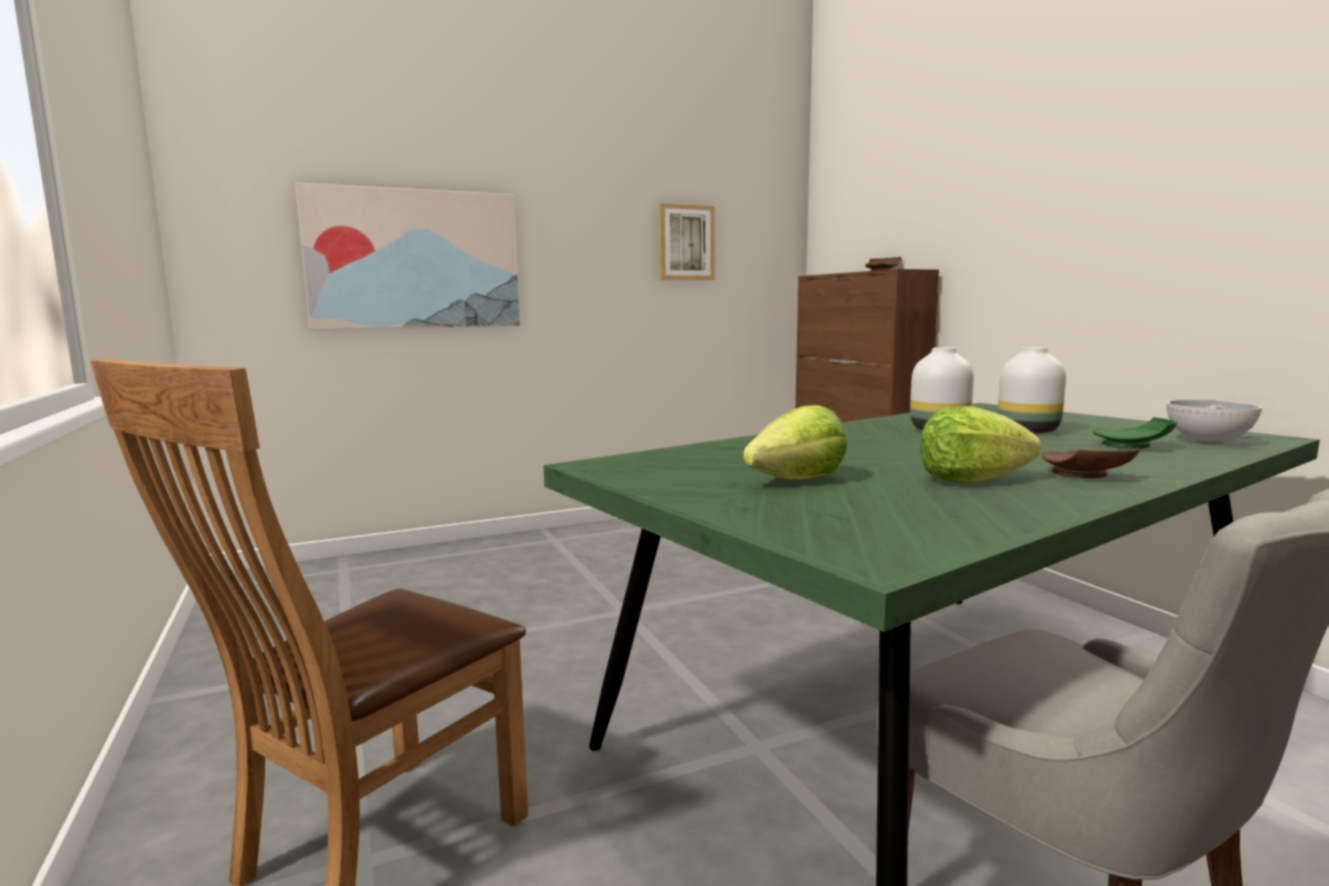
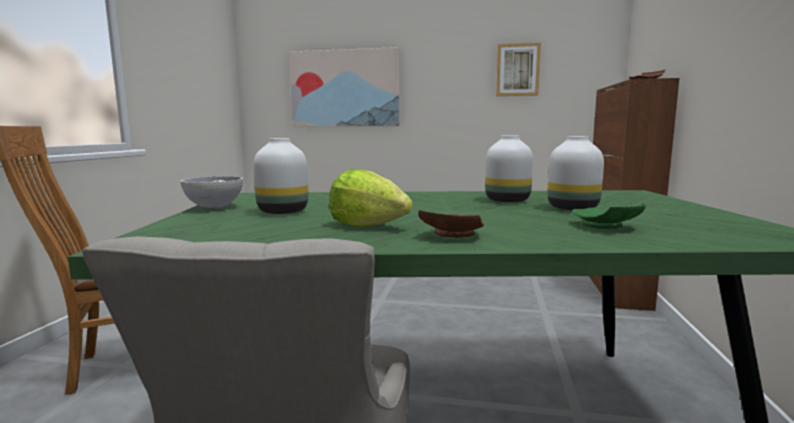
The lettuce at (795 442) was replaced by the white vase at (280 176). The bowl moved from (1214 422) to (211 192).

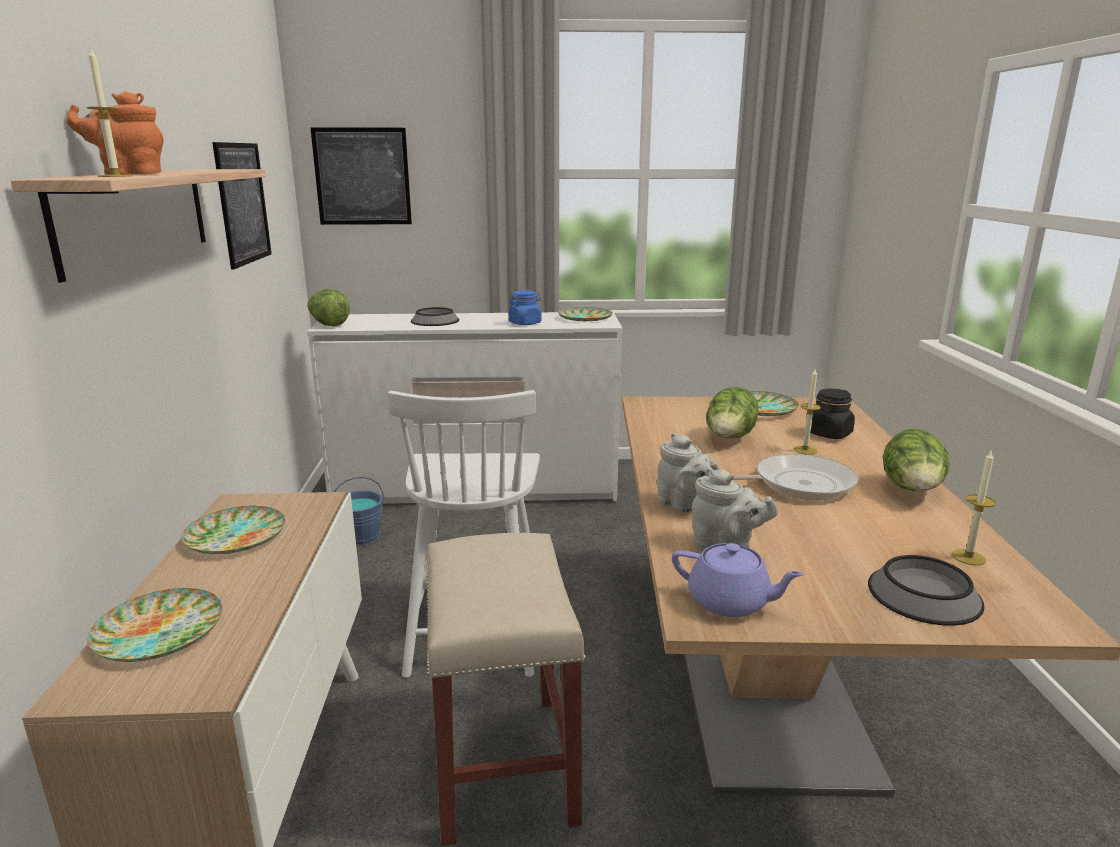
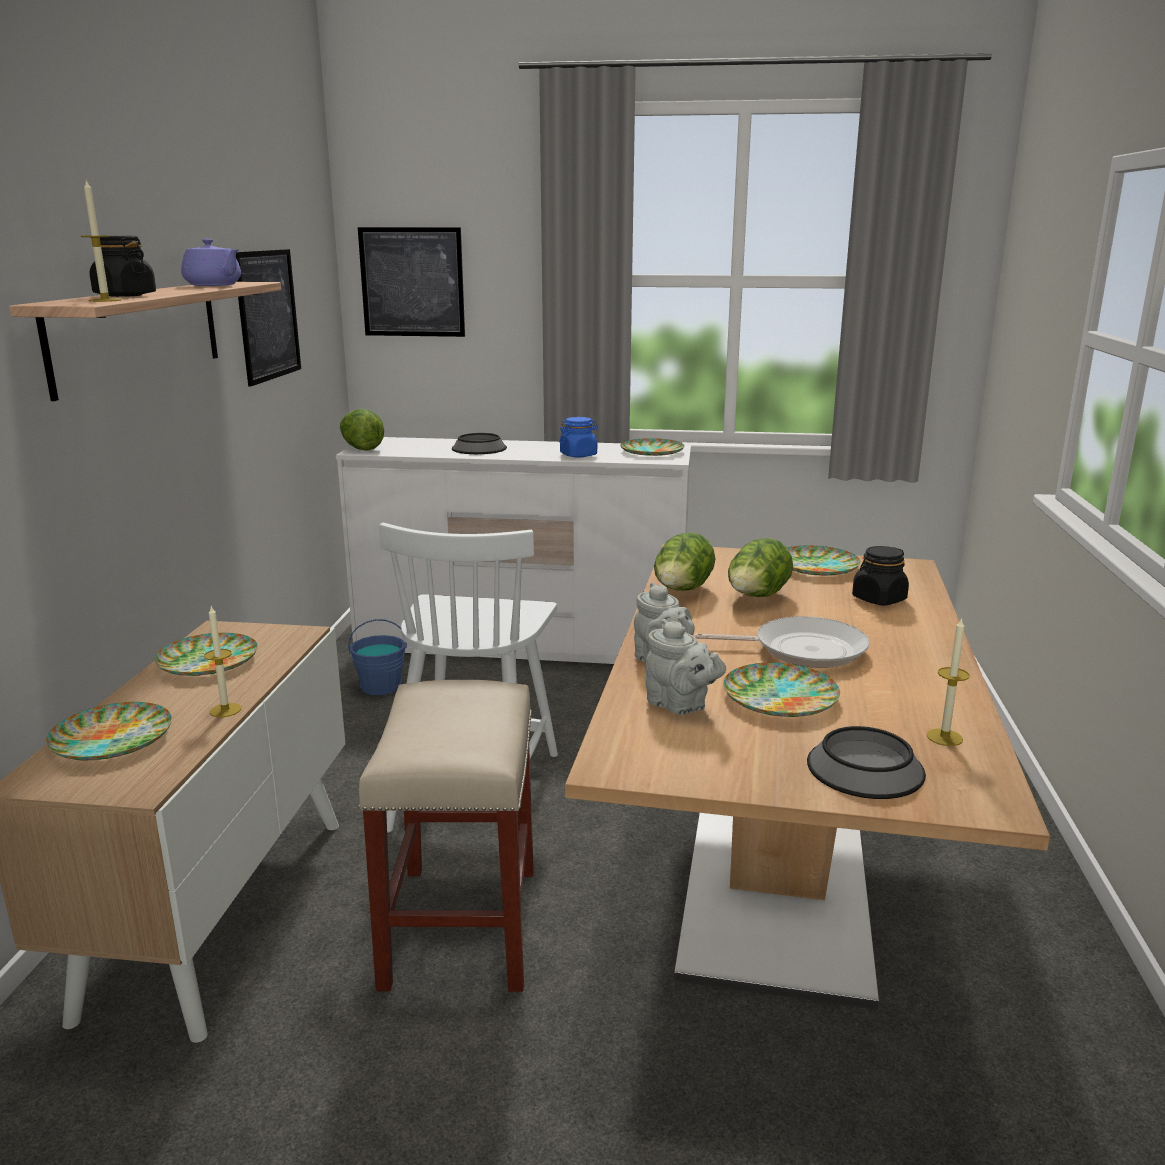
The orange teapot at (115 133) was replaced by the black jar at (123 266). The purple teapot moved from (738 580) to (211 262). The candle moved from (807 412) to (222 661). The lettuce moved from (916 459) to (684 561). The plate at (781 689) appeared.

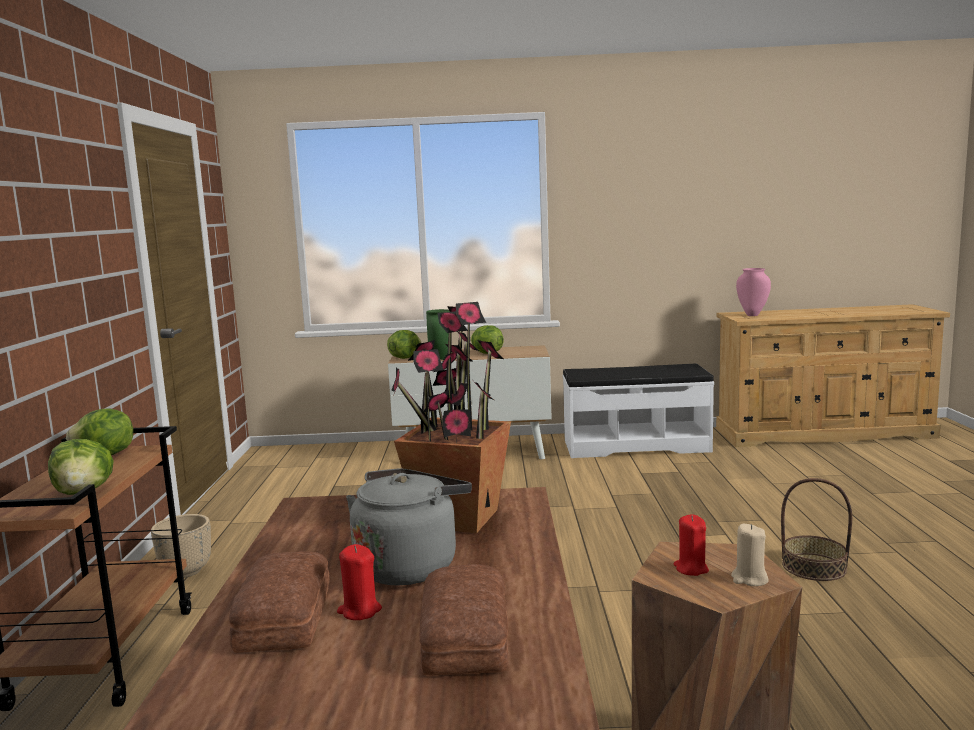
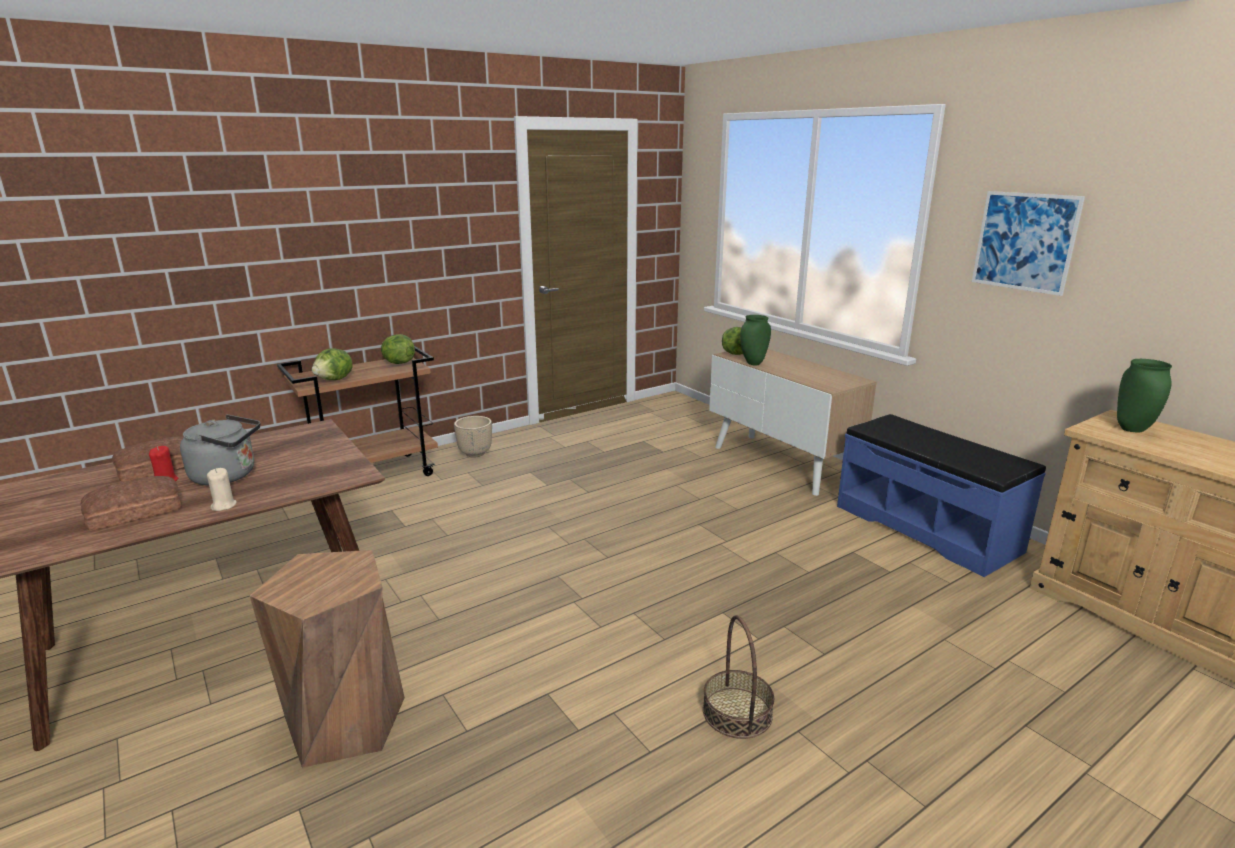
The potted plant at (451 417) disappeared. The lettuce at (487 339) disappeared. The white bench at (638 411) became the blue bench at (941 495). The red candle at (691 545) disappeared. The beige candle moved from (750 555) to (222 489). The pink vase at (753 292) became the green vase at (1144 396). The picture at (1028 243) appeared.

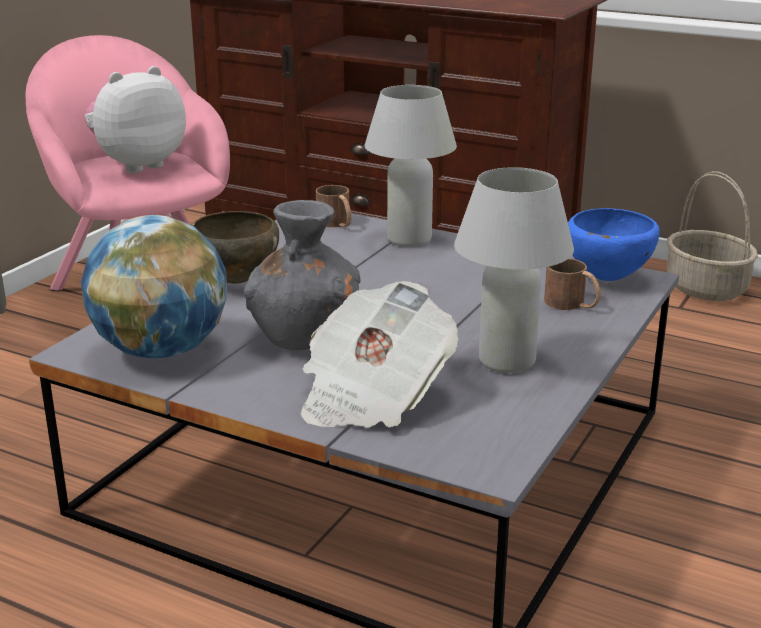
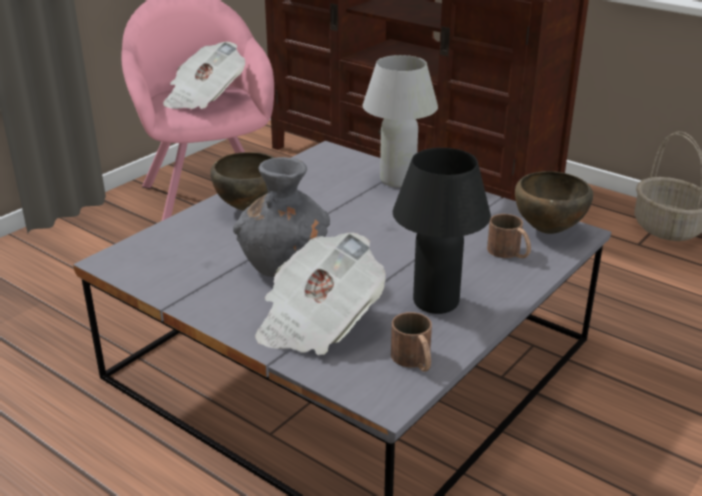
The globe at (154 287) disappeared. The plush toy at (135 119) was replaced by the newspaper at (204 75). The brown mug moved from (334 206) to (411 341). The white table lamp at (514 270) became the black table lamp at (442 231). The blue bowl at (614 244) became the brown bowl at (554 202).

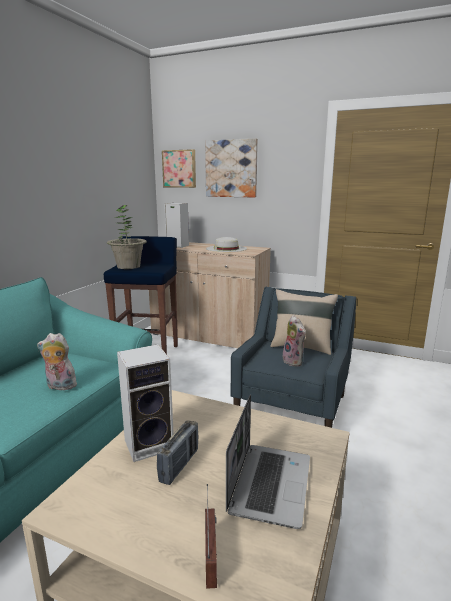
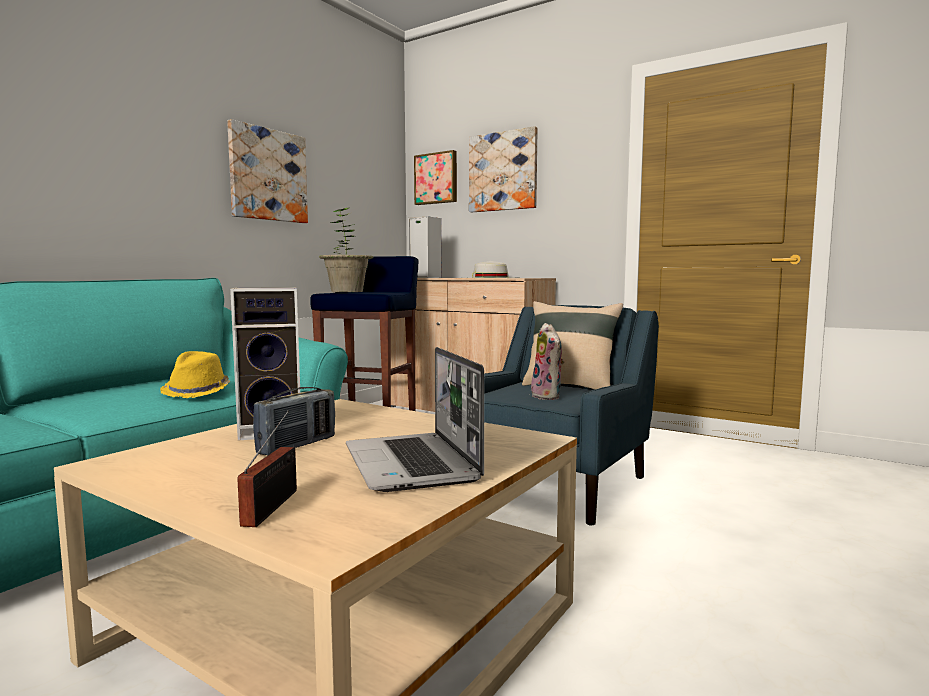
The plush toy at (57 361) was replaced by the yellow hat at (195 374). The laptop at (268 462) turned 135 degrees clockwise. The picture at (267 171) appeared.

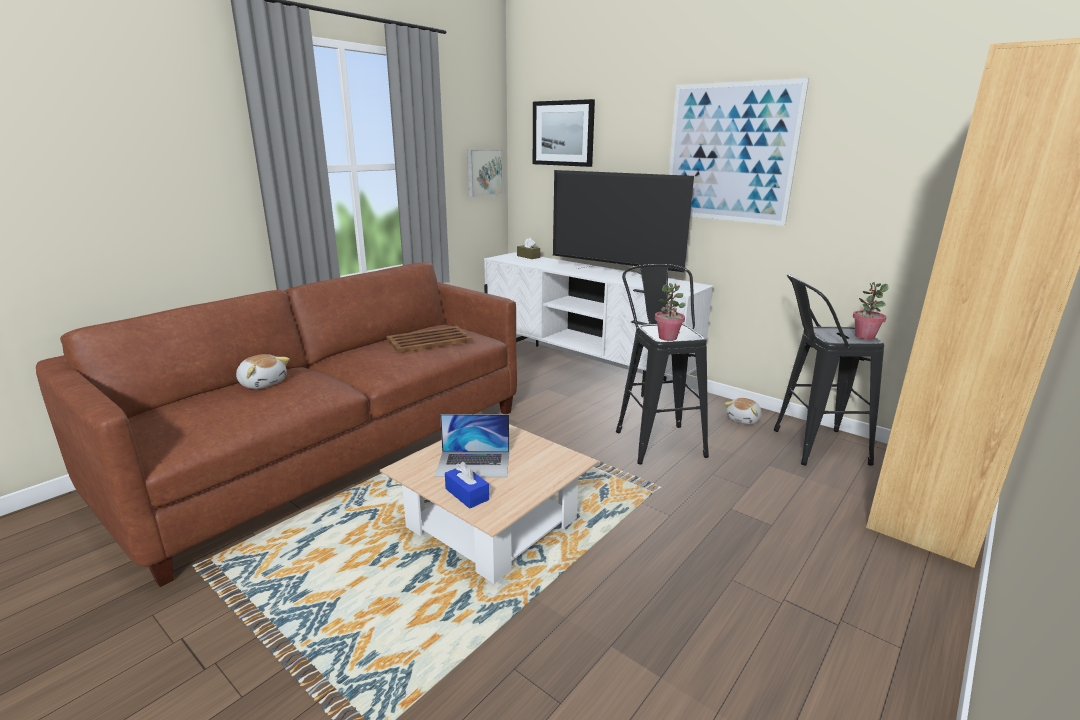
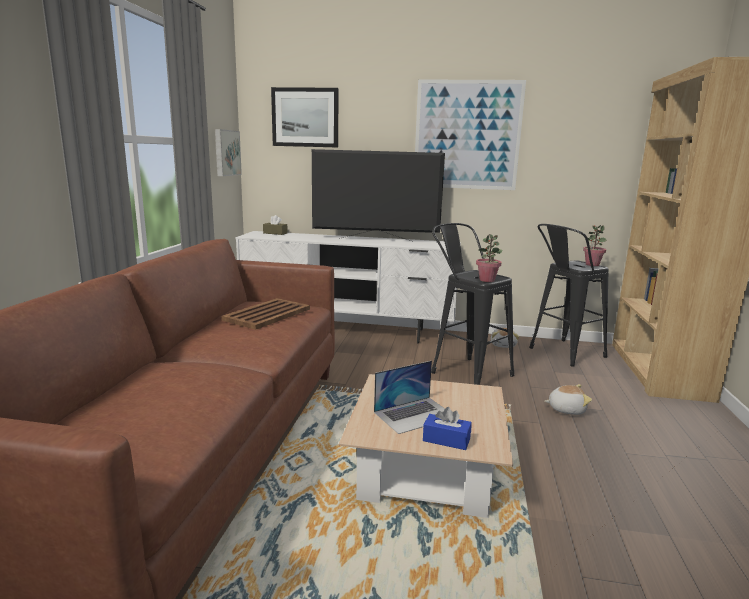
The plush toy moved from (263 371) to (568 399).

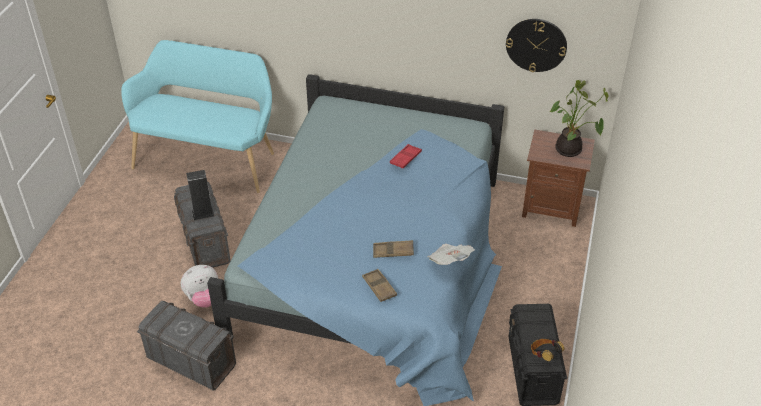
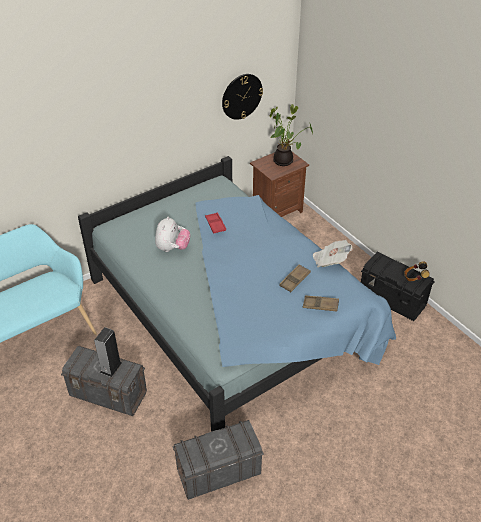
The plush toy moved from (199 286) to (172 234).

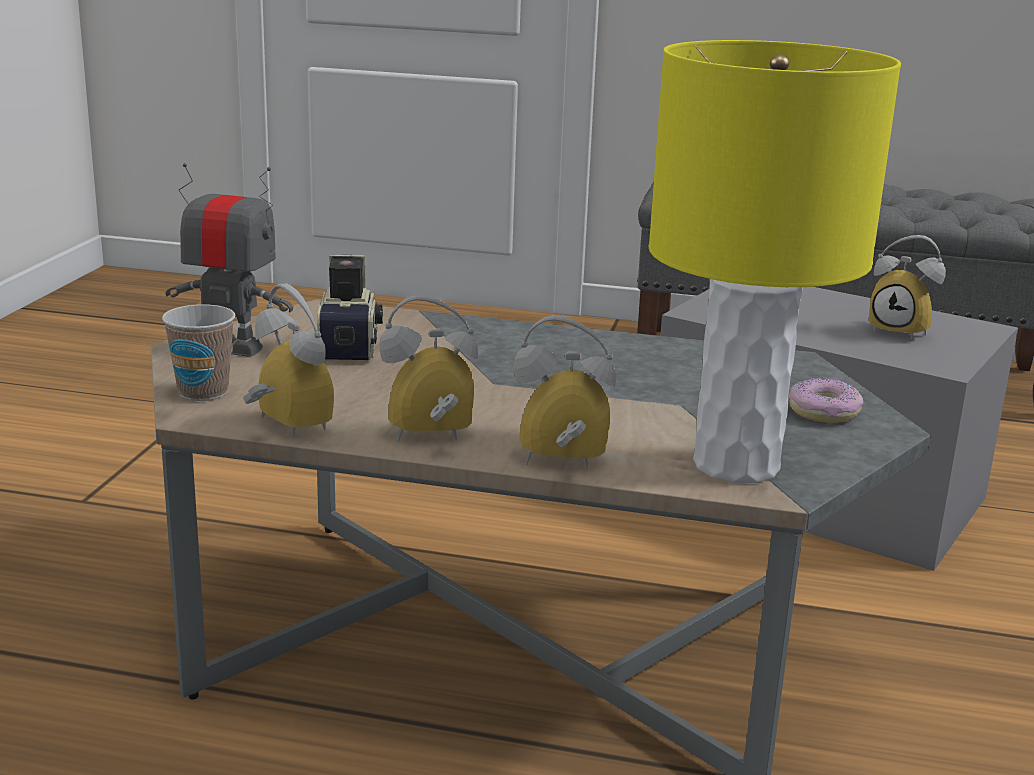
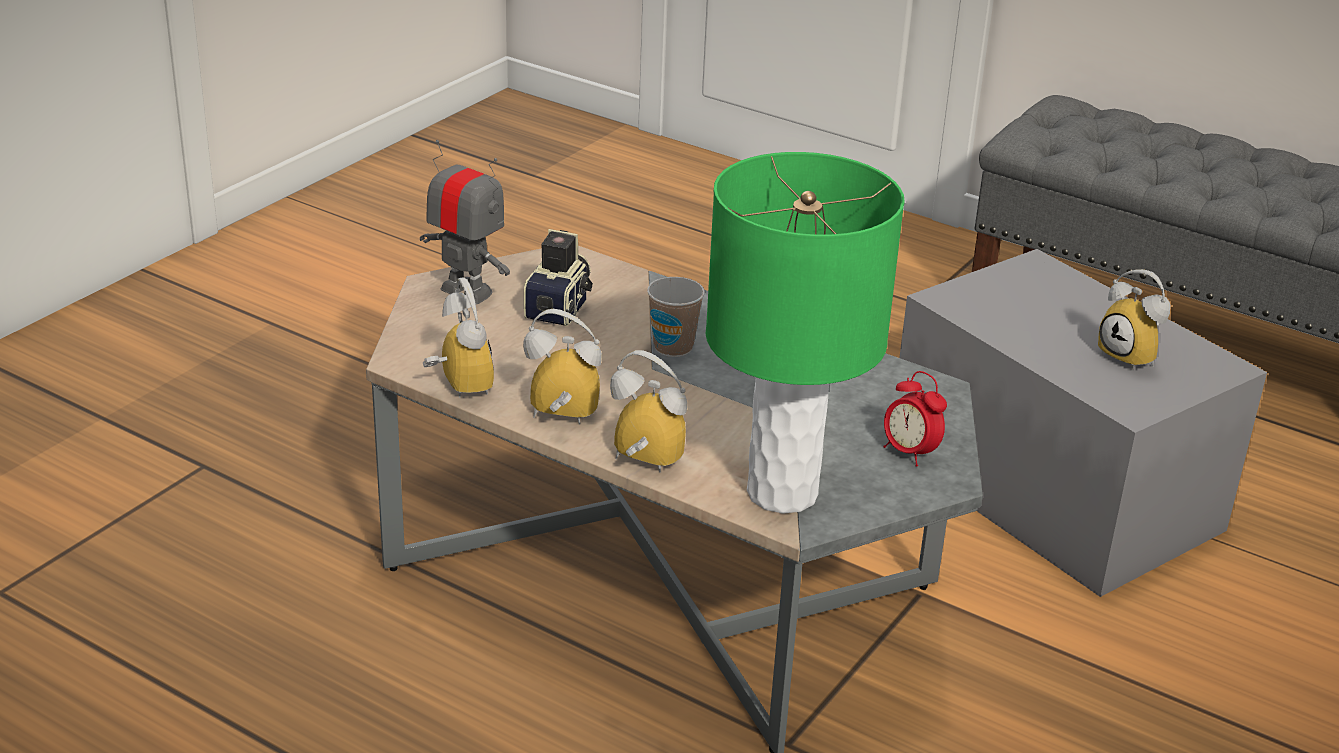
The cup moved from (198 352) to (676 317). The yellow table lamp at (775 261) became the green table lamp at (805 333). The donut at (825 400) was replaced by the alarm clock at (915 419).

